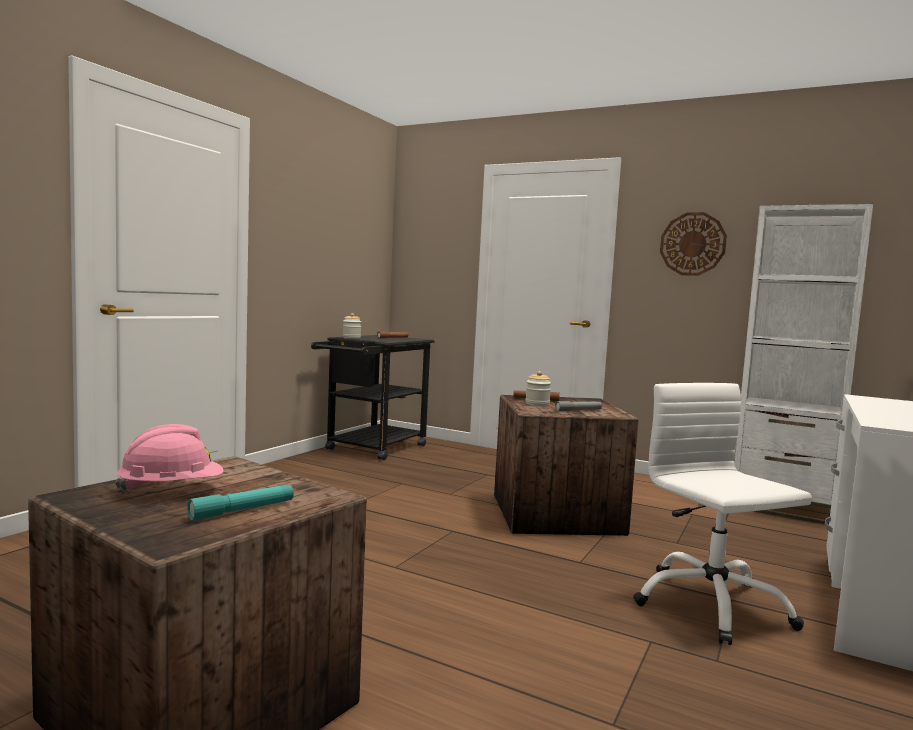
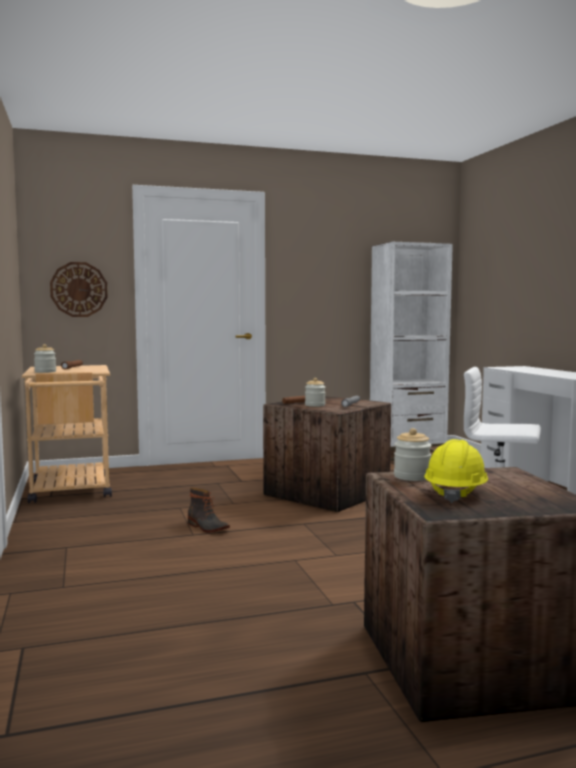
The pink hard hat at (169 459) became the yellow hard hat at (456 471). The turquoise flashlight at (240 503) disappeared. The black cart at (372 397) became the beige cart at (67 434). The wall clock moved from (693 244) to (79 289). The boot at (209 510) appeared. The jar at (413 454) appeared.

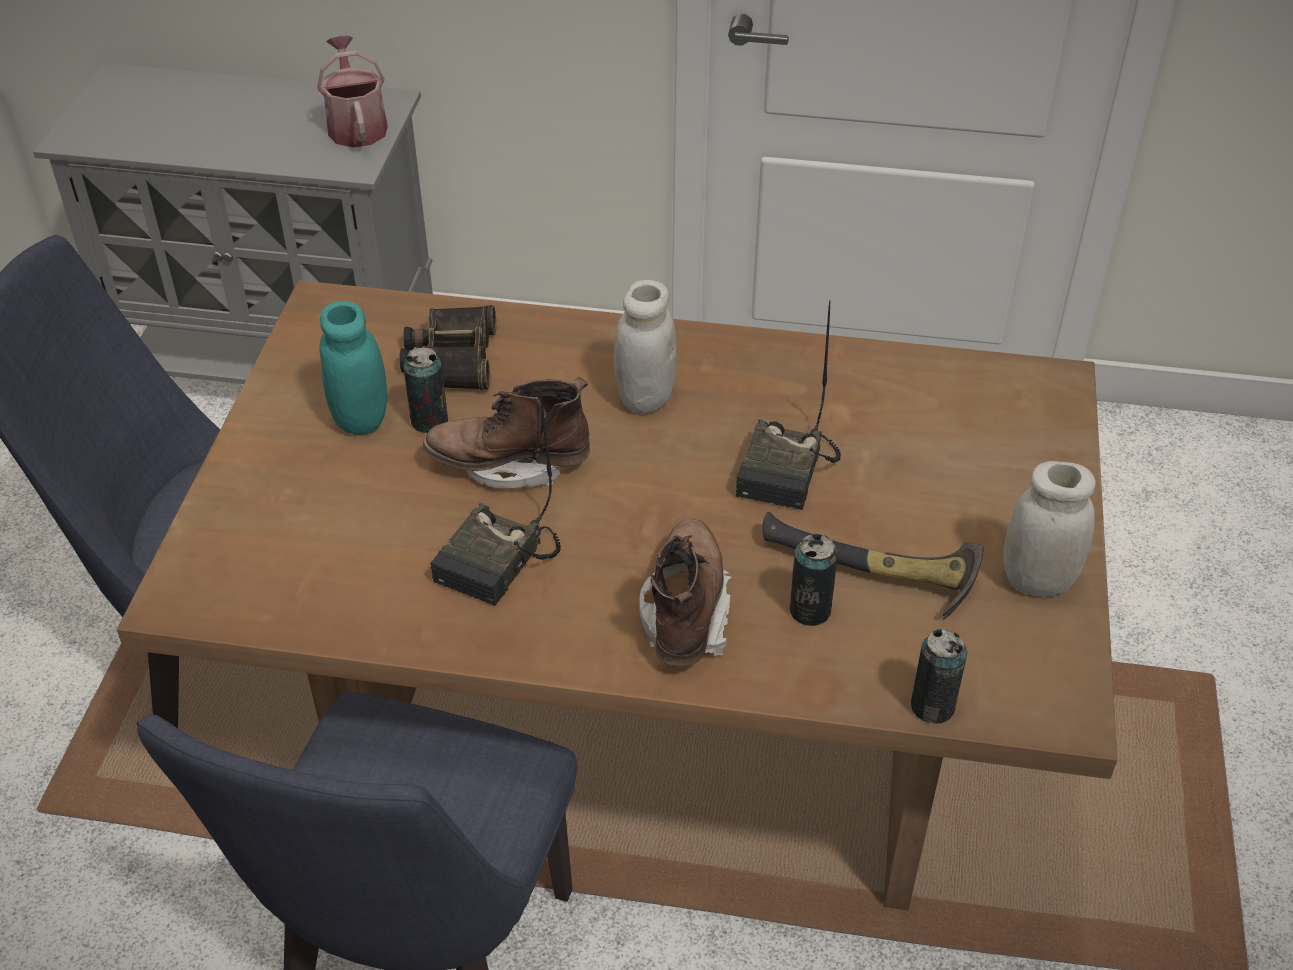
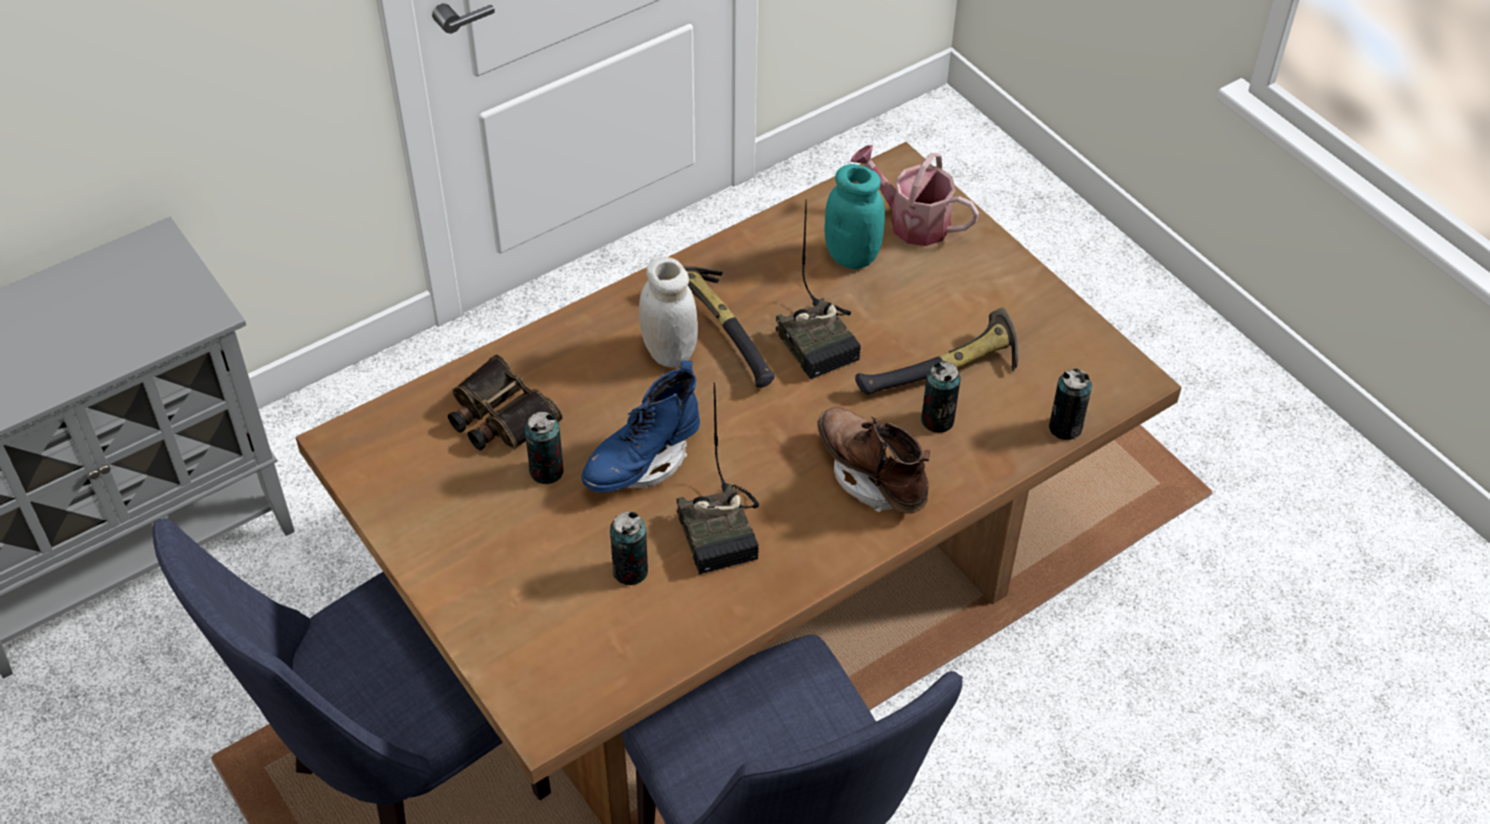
The watering can moved from (352 91) to (914 195). The turquoise jar moved from (353 368) to (855 216). The brown boot at (506 432) became the blue boot at (640 426). The white jar at (1050 529) disappeared. The can at (629 548) appeared. The hammer at (729 327) appeared.

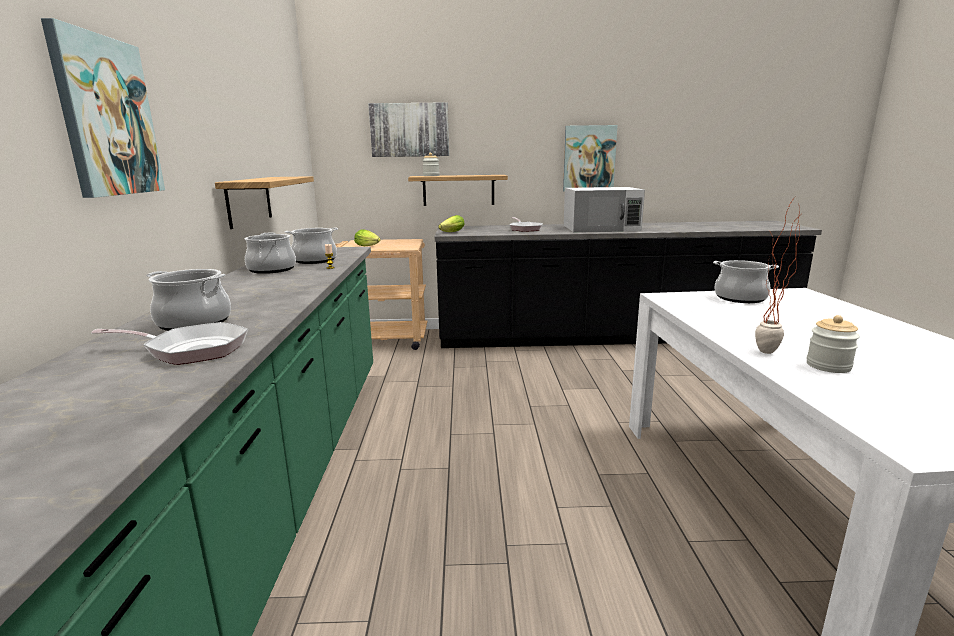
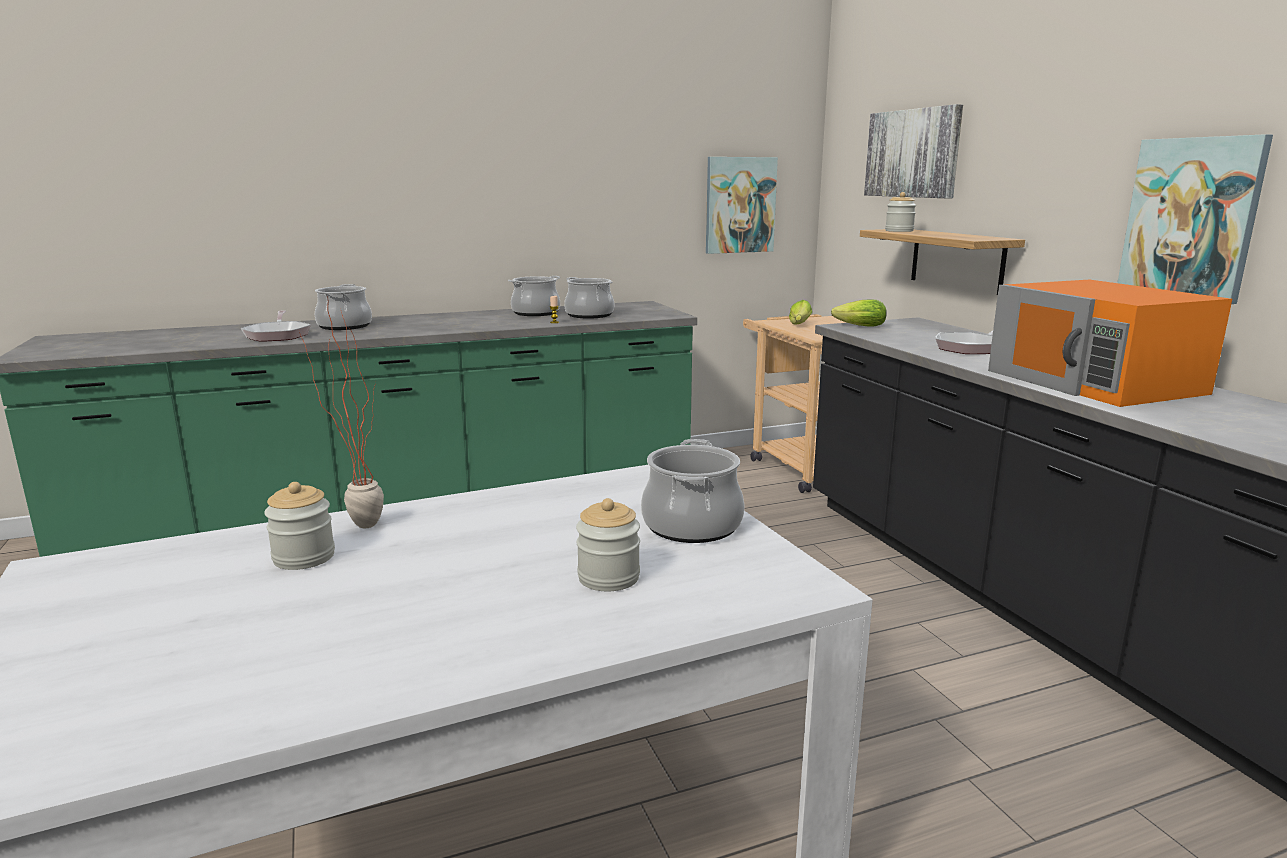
The picture moved from (103 108) to (742 205). The shelf at (264 202) disappeared. The white microwave at (604 210) became the orange microwave at (1110 343). The jar at (608 544) appeared.

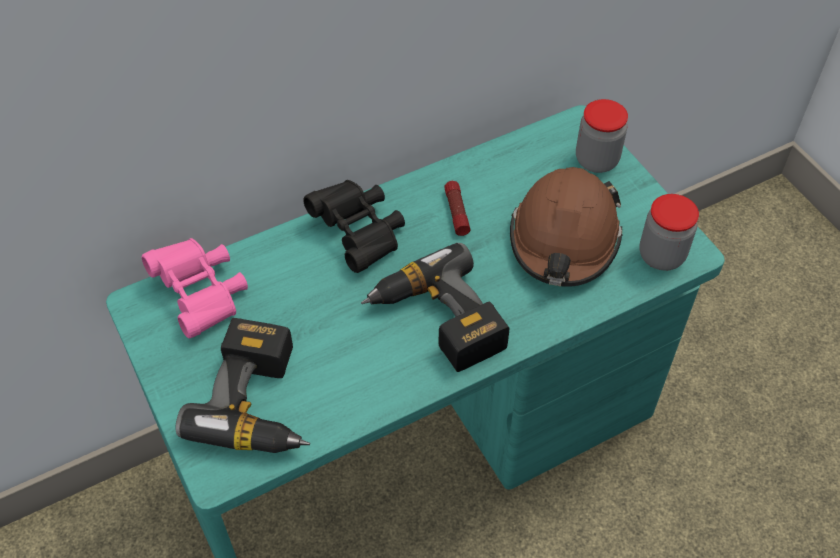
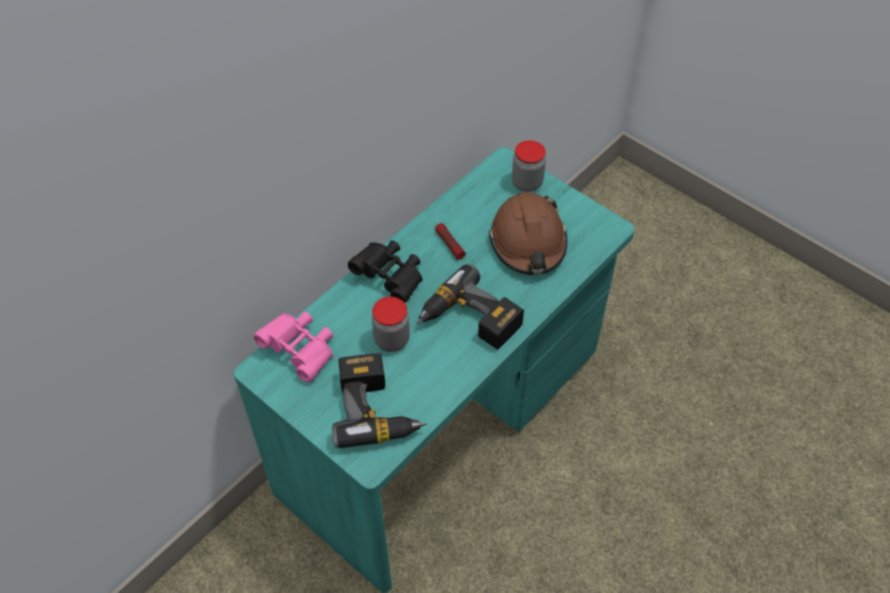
The jar moved from (669 232) to (391 324).

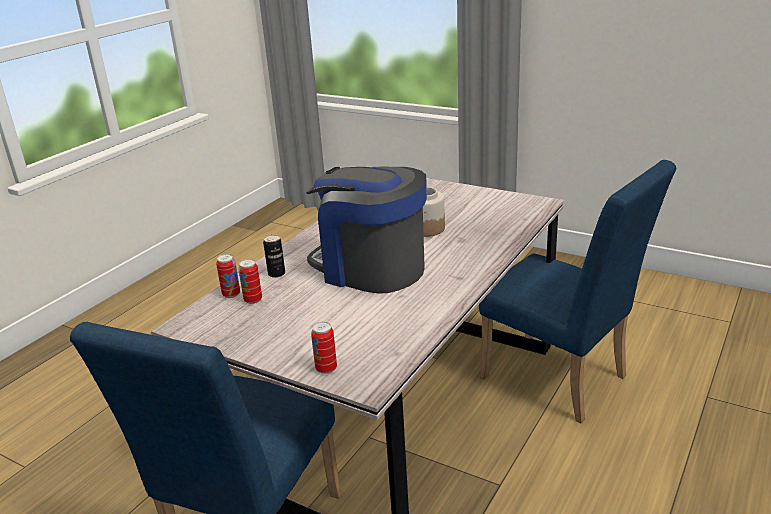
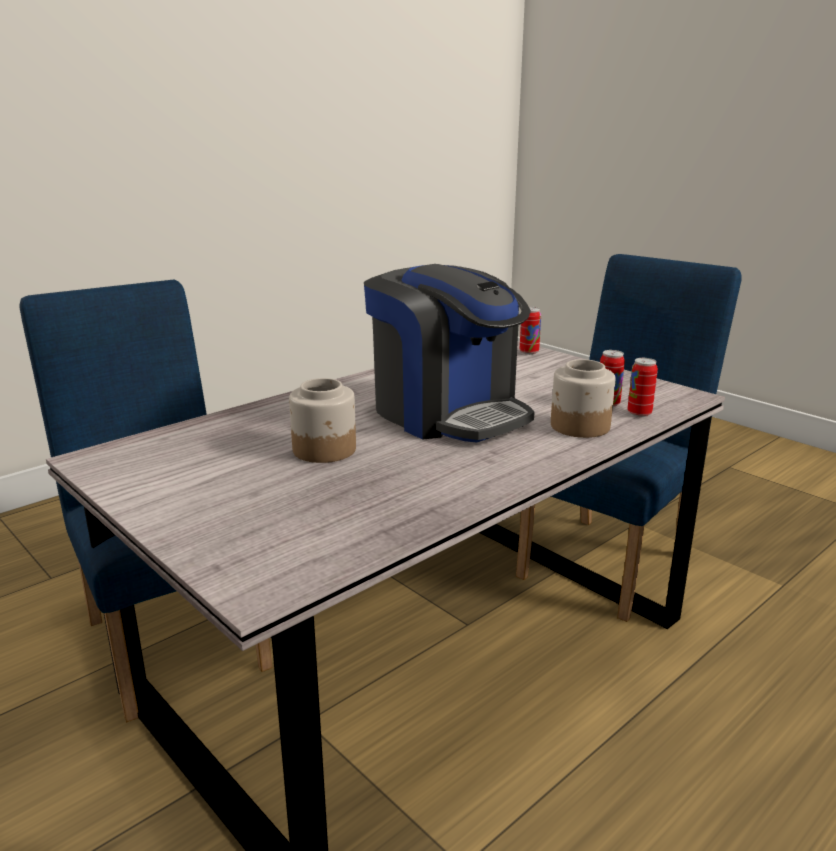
The can at (274 256) was replaced by the jar at (583 398).

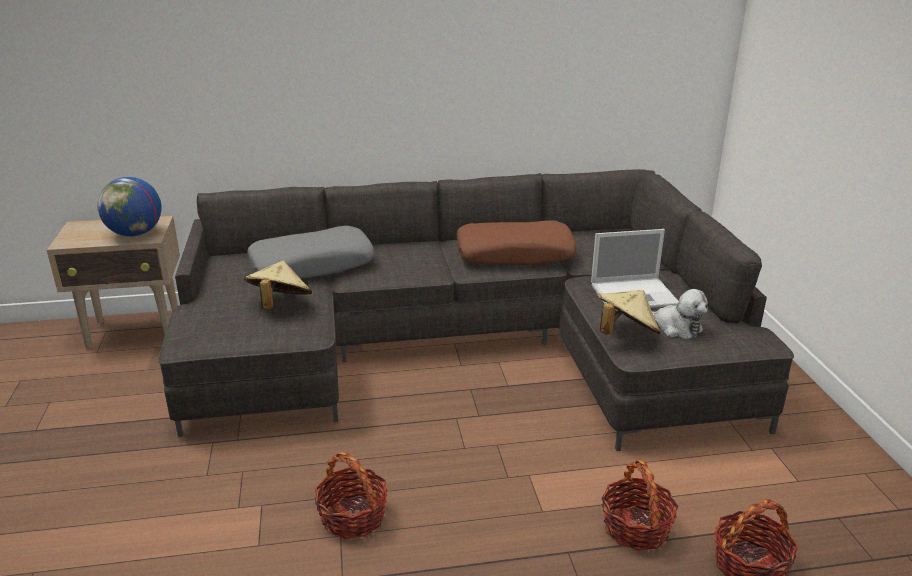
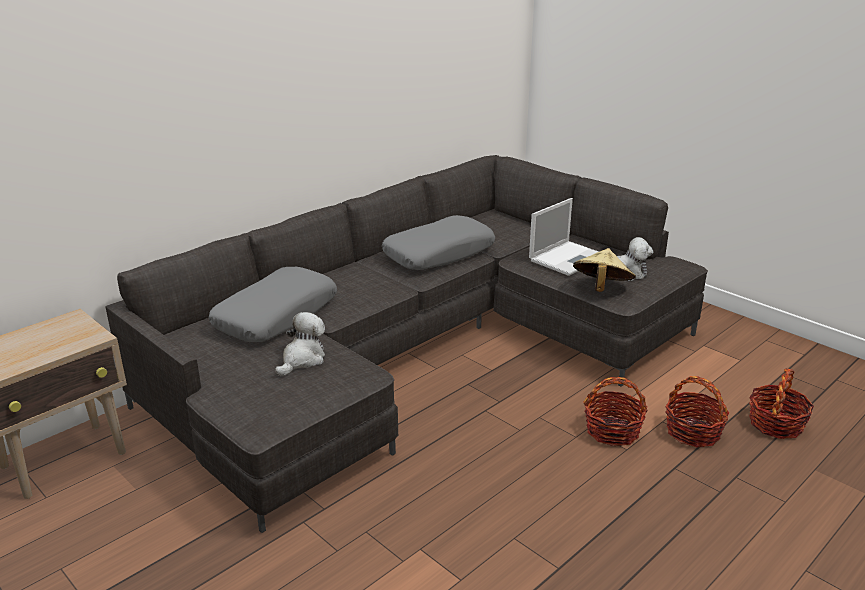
The globe at (129 206) disappeared. The beige hat at (278 285) was replaced by the plush toy at (300 344). The basket moved from (351 495) to (615 411). The brown pillow at (516 242) became the grey pillow at (438 242).

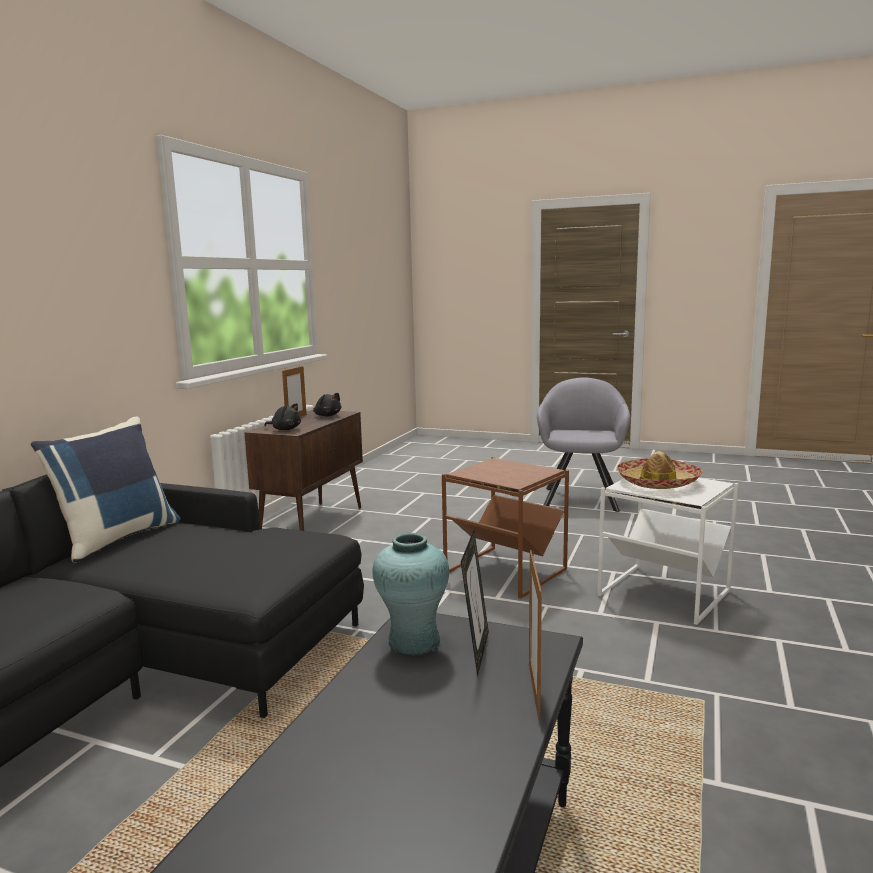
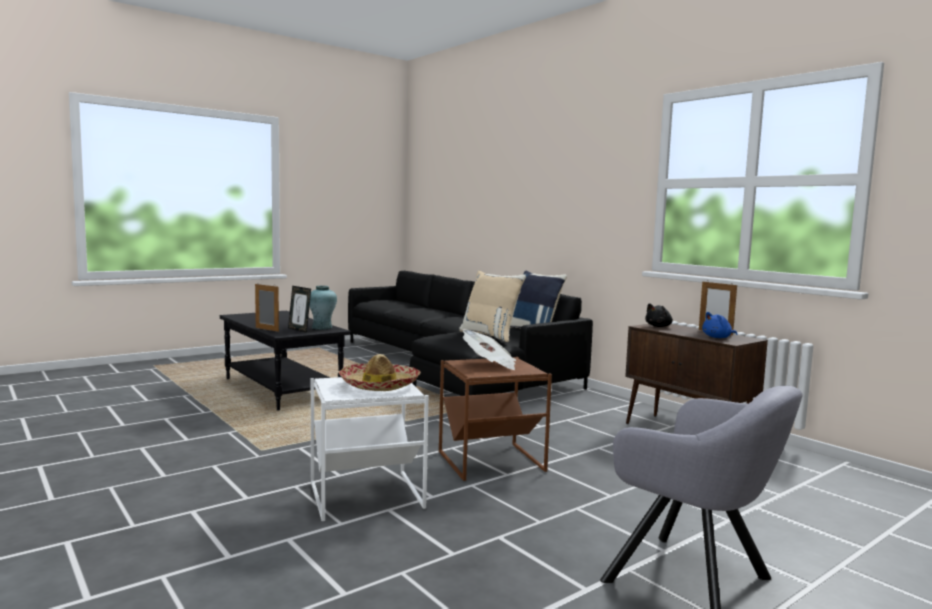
The black plush toy at (327 404) became the blue plush toy at (719 325). The beige pillow at (492 306) appeared. The newspaper at (489 349) appeared.

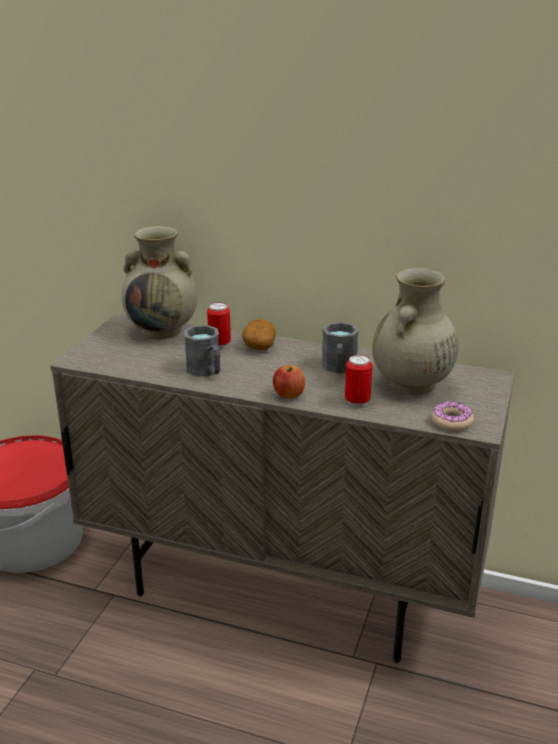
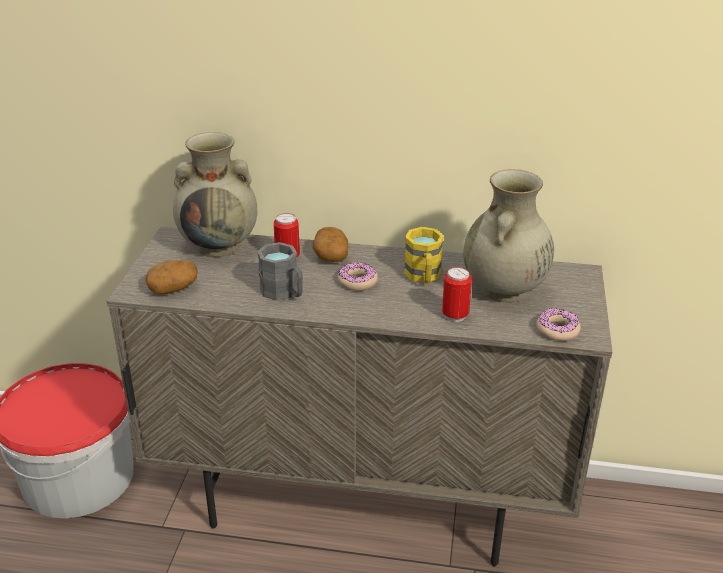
The apple at (289 382) disappeared. The grey mug at (340 347) became the yellow mug at (424 255). The potato at (171 277) appeared. The donut at (358 276) appeared.

